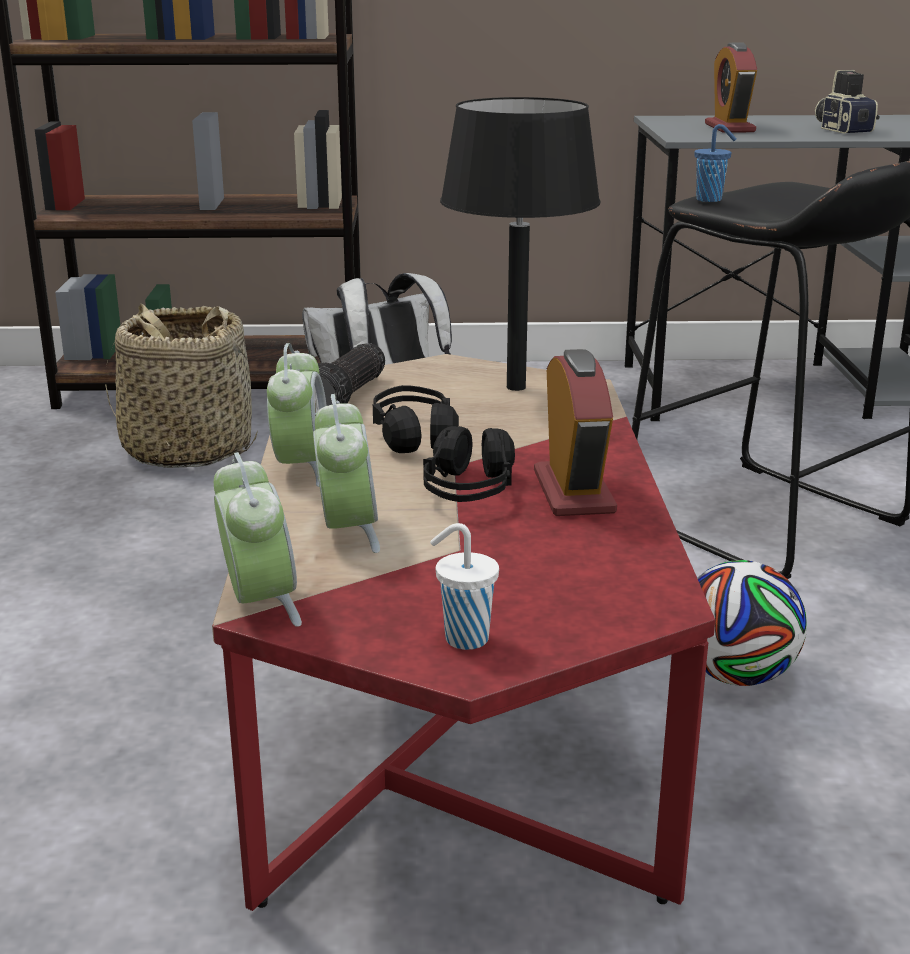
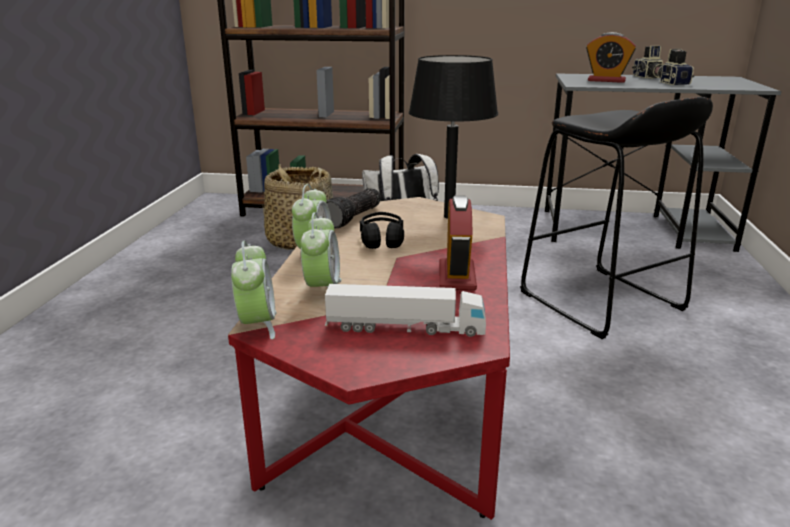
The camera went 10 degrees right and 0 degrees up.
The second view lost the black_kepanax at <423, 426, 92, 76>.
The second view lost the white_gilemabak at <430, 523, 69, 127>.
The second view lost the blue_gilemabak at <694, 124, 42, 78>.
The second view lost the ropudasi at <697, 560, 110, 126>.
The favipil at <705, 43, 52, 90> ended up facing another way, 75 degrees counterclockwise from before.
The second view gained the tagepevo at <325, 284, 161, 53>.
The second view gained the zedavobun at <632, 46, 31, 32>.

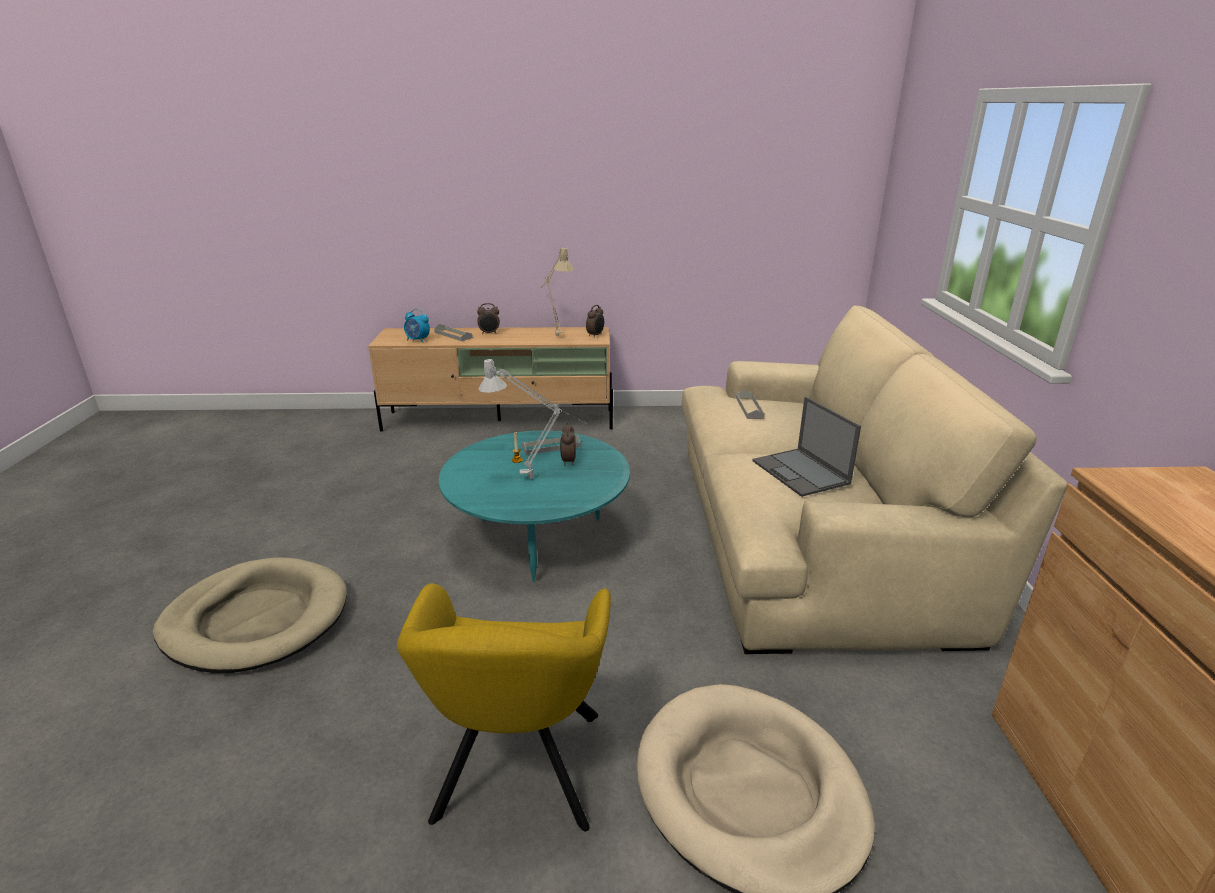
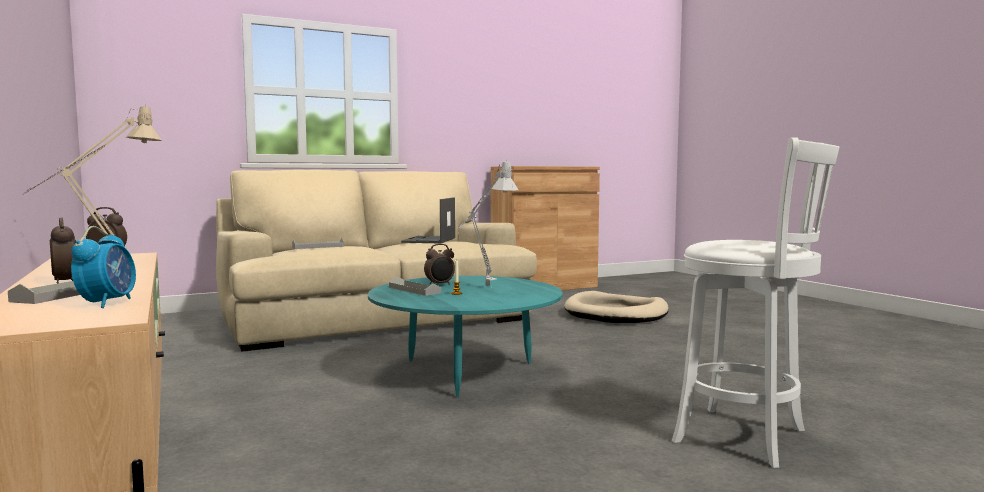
The camera went 115 degrees left and 20 degrees down.
Where the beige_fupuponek stood at <153, 558, 194, 115>, the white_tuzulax came to stand at <672, 138, 167, 330>.
The second view lost the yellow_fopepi at <397, 583, 214, 248>.
The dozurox at <752, 397, 109, 100> ended up facing another way, 150 degrees clockwise from before.

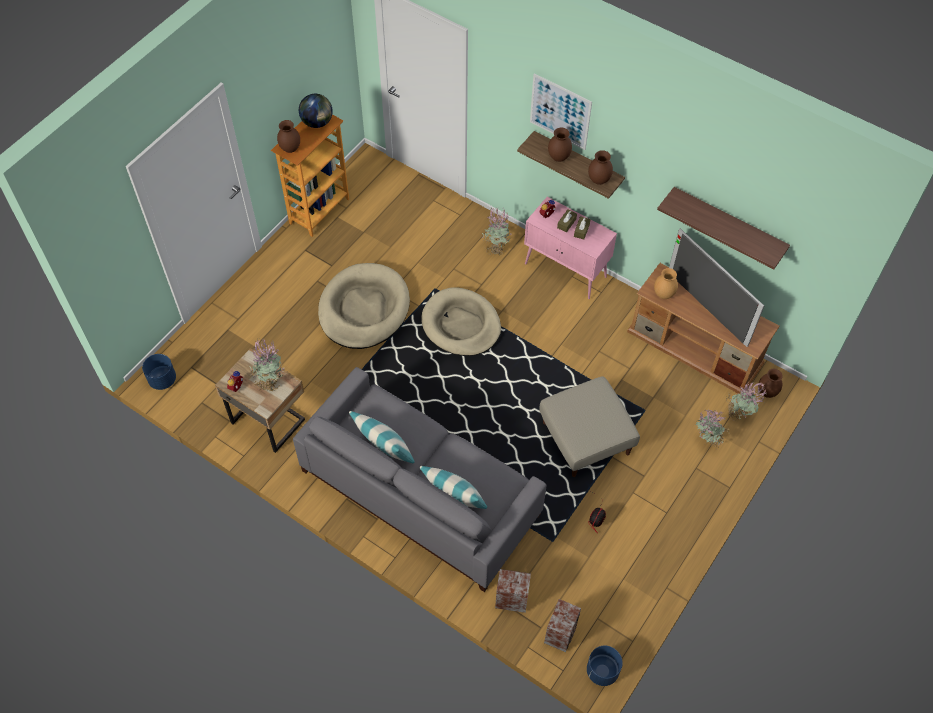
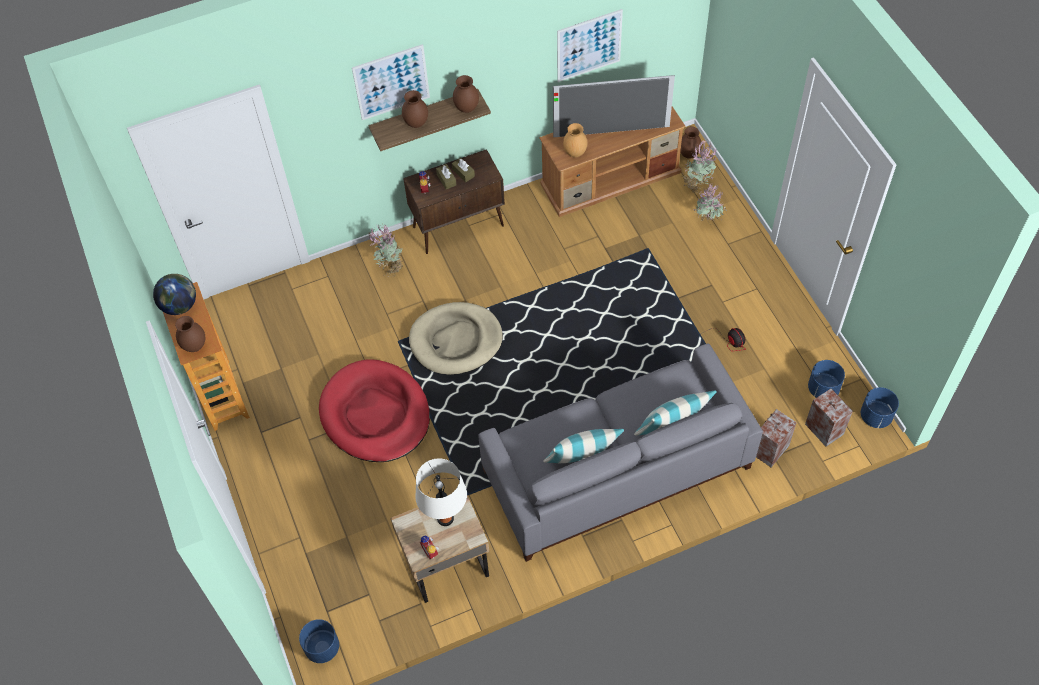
The camera went 55 degrees left and 0 degrees up.
Where the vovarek stood at <249, 340, 35, 51>, the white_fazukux came to stand at <416, 458, 51, 68>.
What was the beige_fupuponek at <318, 263, 92, 86> turned into the red_fupuponek at <319, 359, 111, 103>.
What was the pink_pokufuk at <524, 197, 93, 102> turned into the brown_pokufuk at <403, 149, 102, 105>.
The second view lost the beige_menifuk at <539, 376, 101, 101>.
Where the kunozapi hung at <657, 187, 133, 82>, the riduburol came to hang at <557, 9, 66, 73>.
The second view gained the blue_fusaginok at <808, 360, 37, 38>.

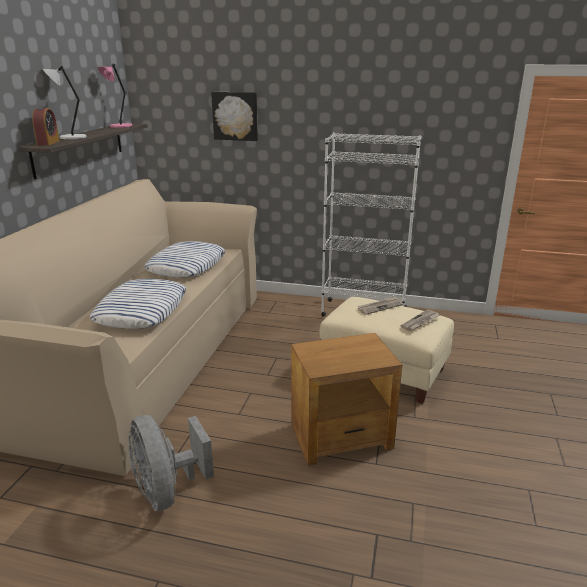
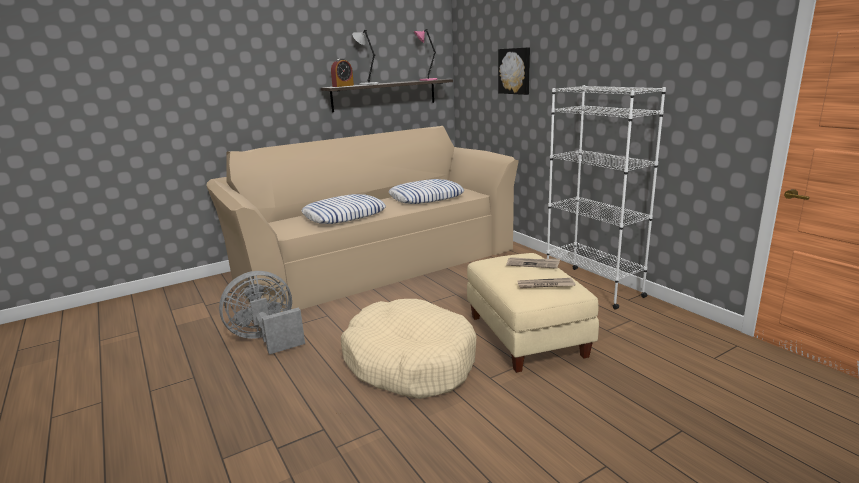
The camera went 45 degrees right and 5 degrees down.
The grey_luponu at <128, 415, 86, 96> ended up facing another way, 45 degrees clockwise from before.
Where the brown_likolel stood at <291, 333, 111, 132>, the beige_fupuponek came to stand at <341, 299, 136, 100>.

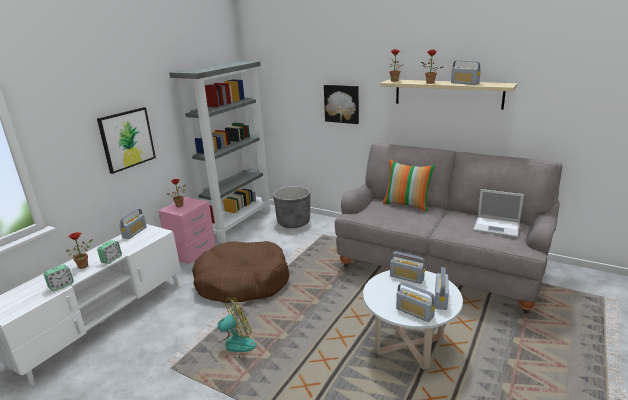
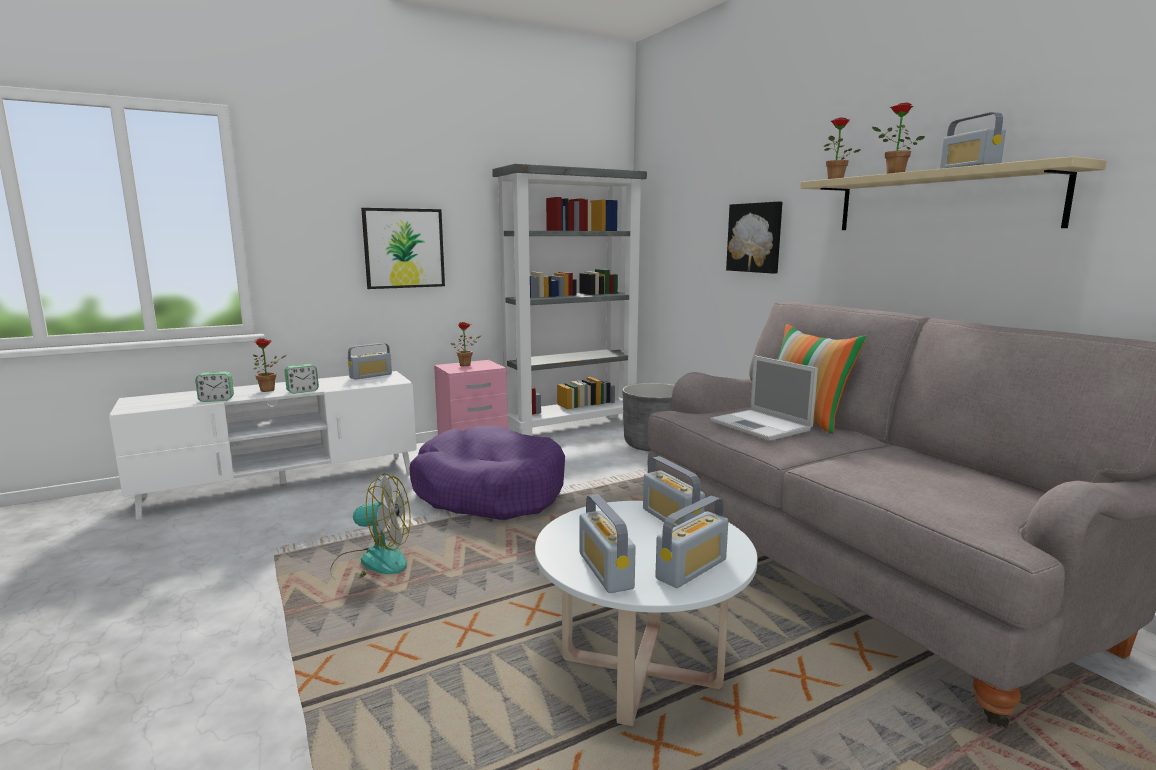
The camera went 30 degrees right and 10 degrees down.
What was the brown_fupuponek at <192, 241, 98, 62> turned into the purple_fupuponek at <410, 426, 155, 94>.
The dozurox ended up elsewhere, having gone from <473, 189, 51, 49> to <710, 355, 108, 86>.

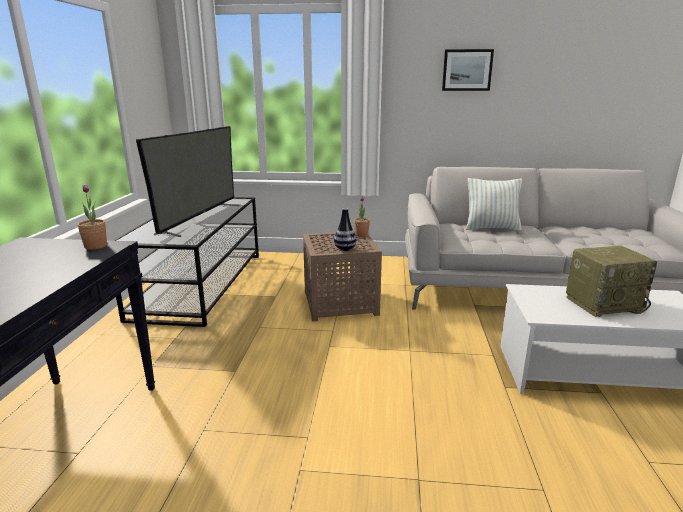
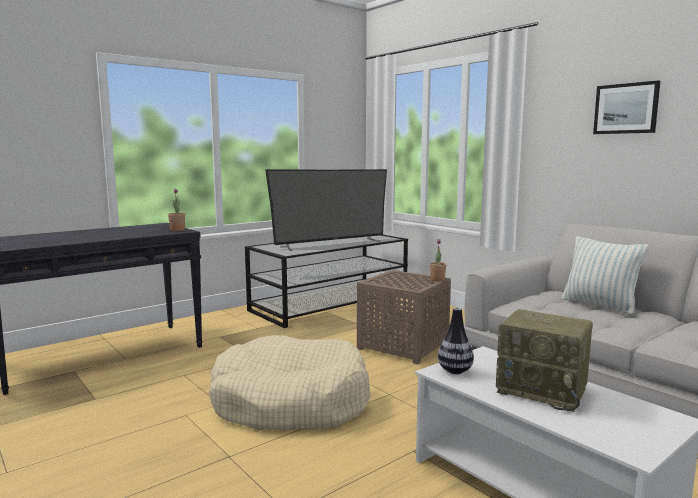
The camera went 45 degrees right and 10 degrees down.
The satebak ended up elsewhere, having gone from <334, 208, 22, 43> to <438, 307, 36, 67>.
The second view gained the beige_fupuponek at <209, 335, 162, 96>.

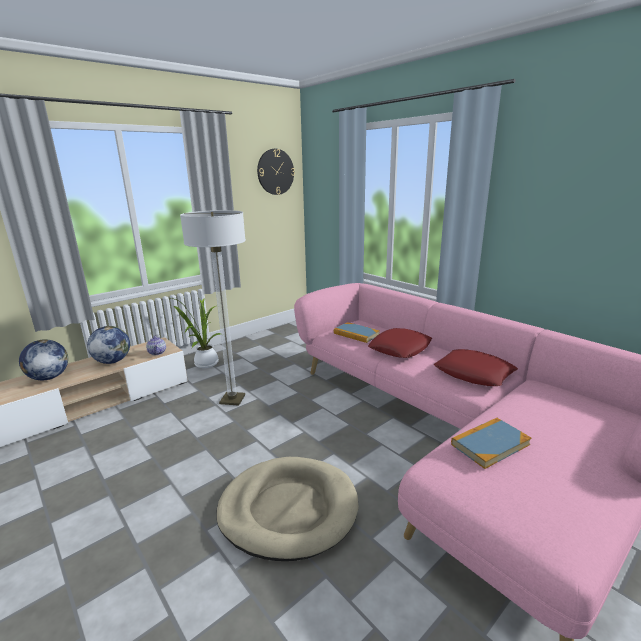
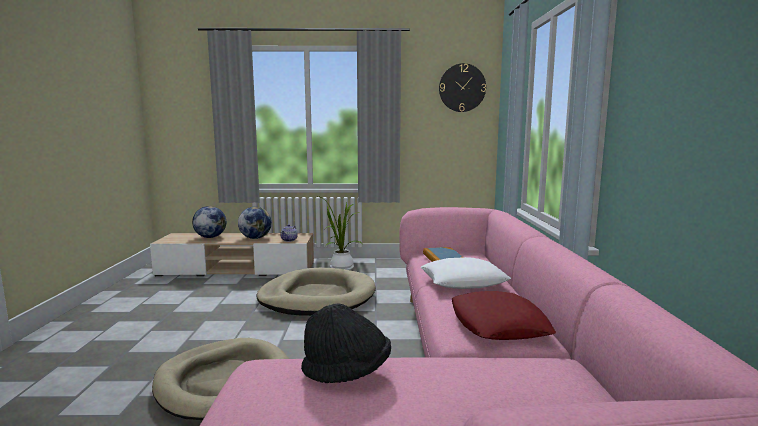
The camera went 40 degrees right and 10 degrees down.
Where the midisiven stood at <180, 210, 66, 195>, the beige_fupuponek came to stand at <257, 268, 119, 48>.
What was the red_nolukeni at <368, 328, 64, 30> turned into the white_nolukeni at <421, 257, 90, 32>.
Where the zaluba stood at <451, 418, 80, 51>, the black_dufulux came to stand at <301, 304, 90, 79>.

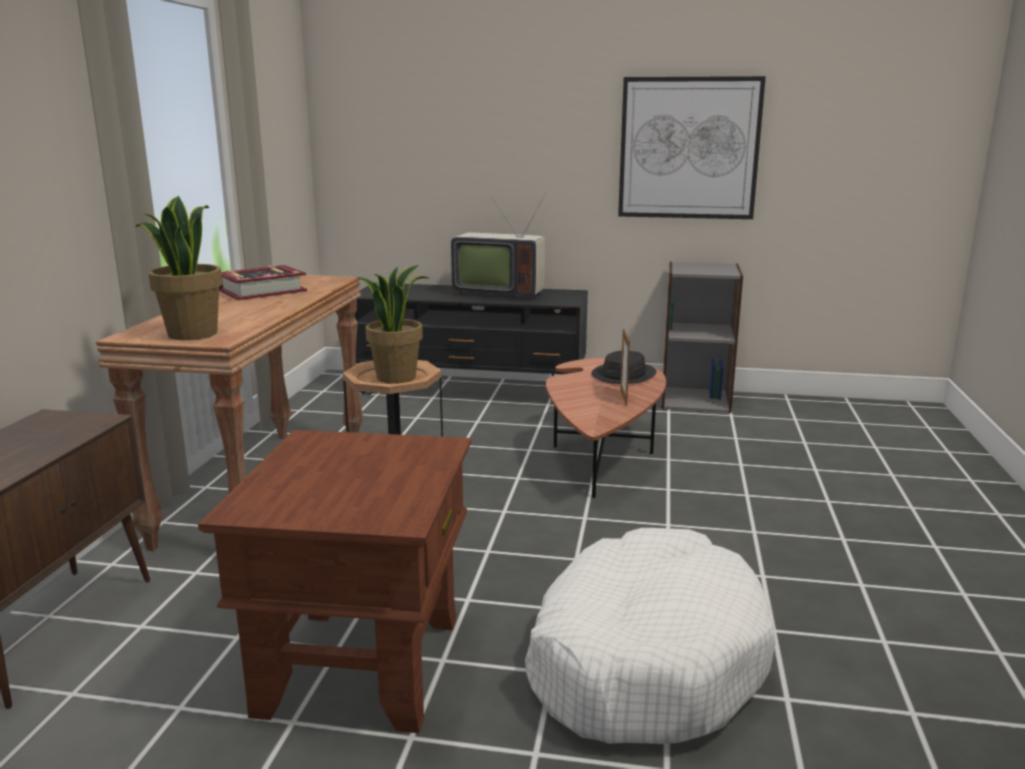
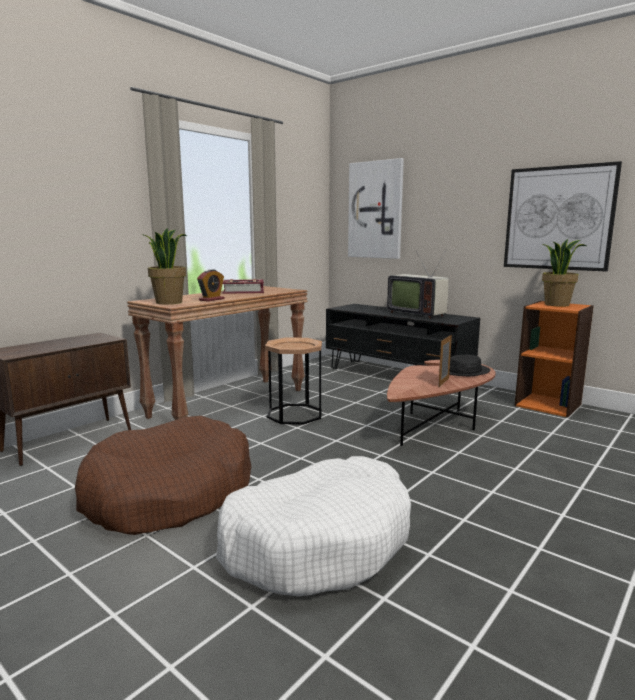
The camera went 30 degrees right and 5 degrees down.
Where the brown_likolel stood at <198, 430, 273, 303>, the brown_fupuponek came to stand at <75, 416, 177, 119>.
The vovarek ended up elsewhere, having gone from <357, 265, 71, 119> to <542, 239, 45, 68>.
What was the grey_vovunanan at <661, 262, 82, 151> turned into the orange_vovunanan at <515, 301, 79, 117>.
The second view gained the favipil at <197, 269, 27, 32>.
The second view gained the riduburol at <348, 158, 56, 101>.

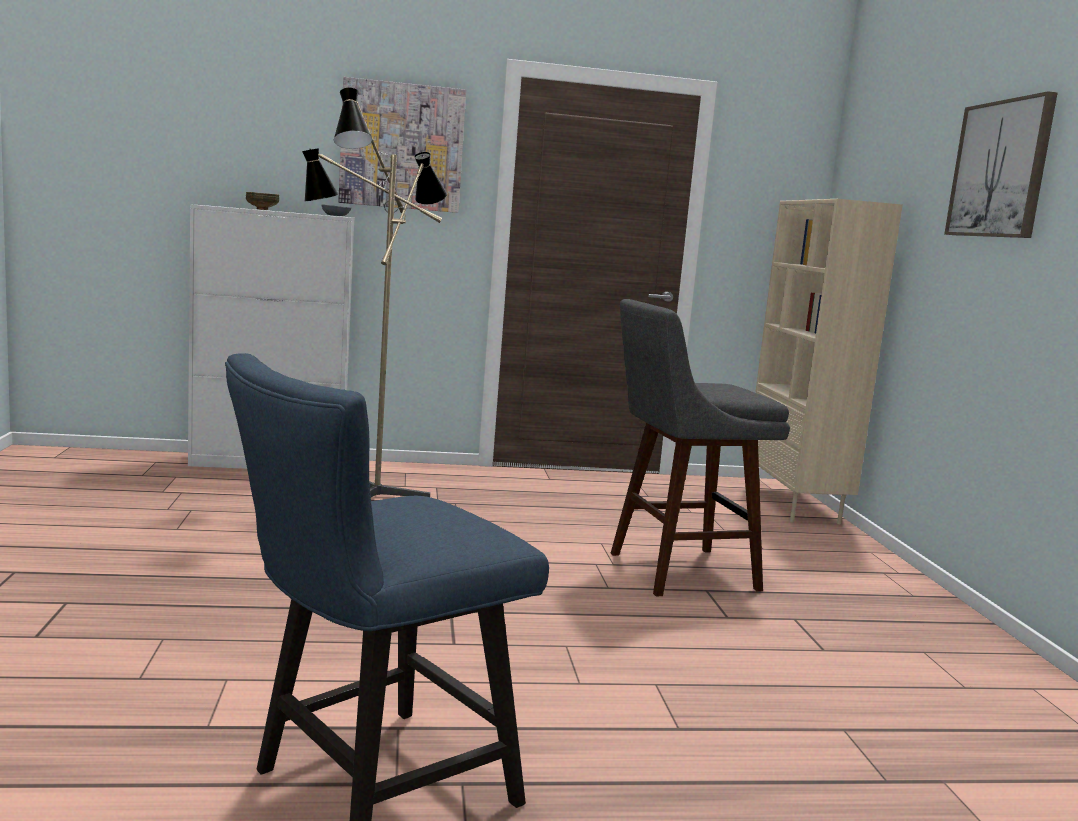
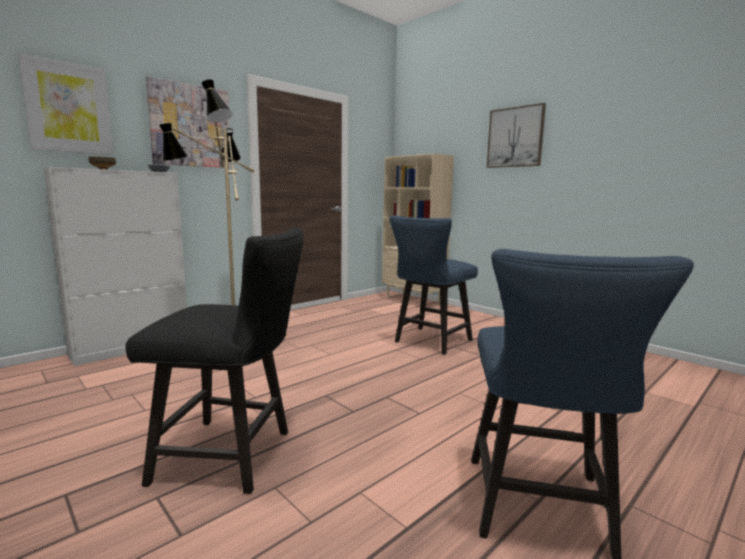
The camera went 35 degrees left and 0 degrees up.
Where the grey_tuzulax stood at <611, 299, 179, 298>, the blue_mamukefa came to stand at <389, 215, 89, 140>.
The second view gained the riduburol at <19, 53, 94, 102>.
The second view gained the black_mamukefa at <126, 227, 178, 267>.

